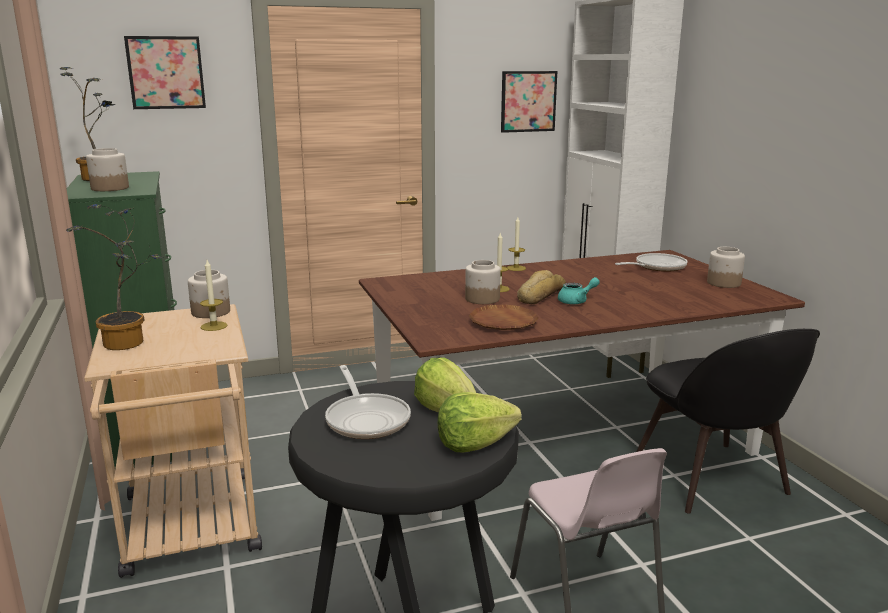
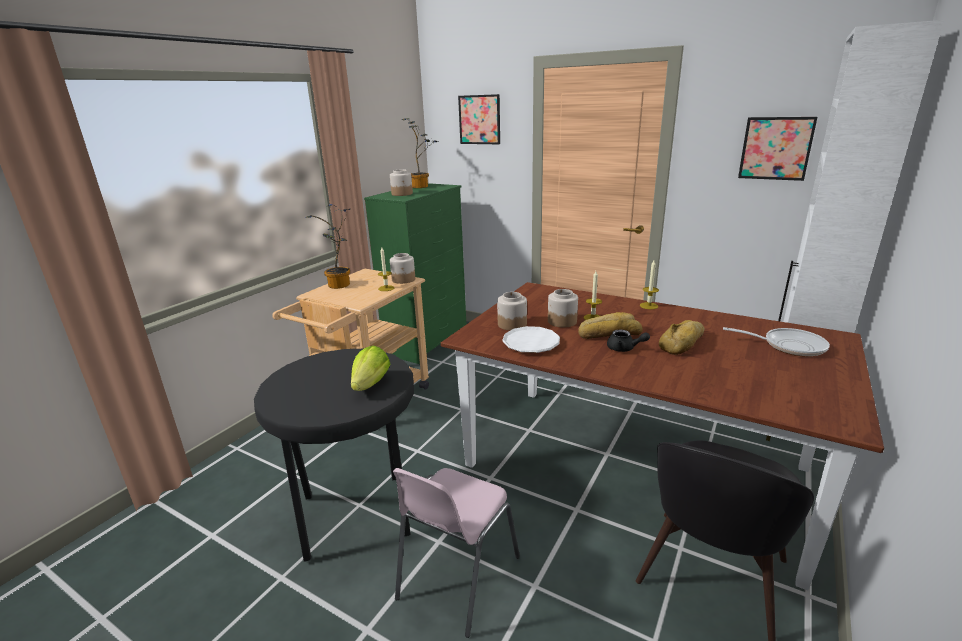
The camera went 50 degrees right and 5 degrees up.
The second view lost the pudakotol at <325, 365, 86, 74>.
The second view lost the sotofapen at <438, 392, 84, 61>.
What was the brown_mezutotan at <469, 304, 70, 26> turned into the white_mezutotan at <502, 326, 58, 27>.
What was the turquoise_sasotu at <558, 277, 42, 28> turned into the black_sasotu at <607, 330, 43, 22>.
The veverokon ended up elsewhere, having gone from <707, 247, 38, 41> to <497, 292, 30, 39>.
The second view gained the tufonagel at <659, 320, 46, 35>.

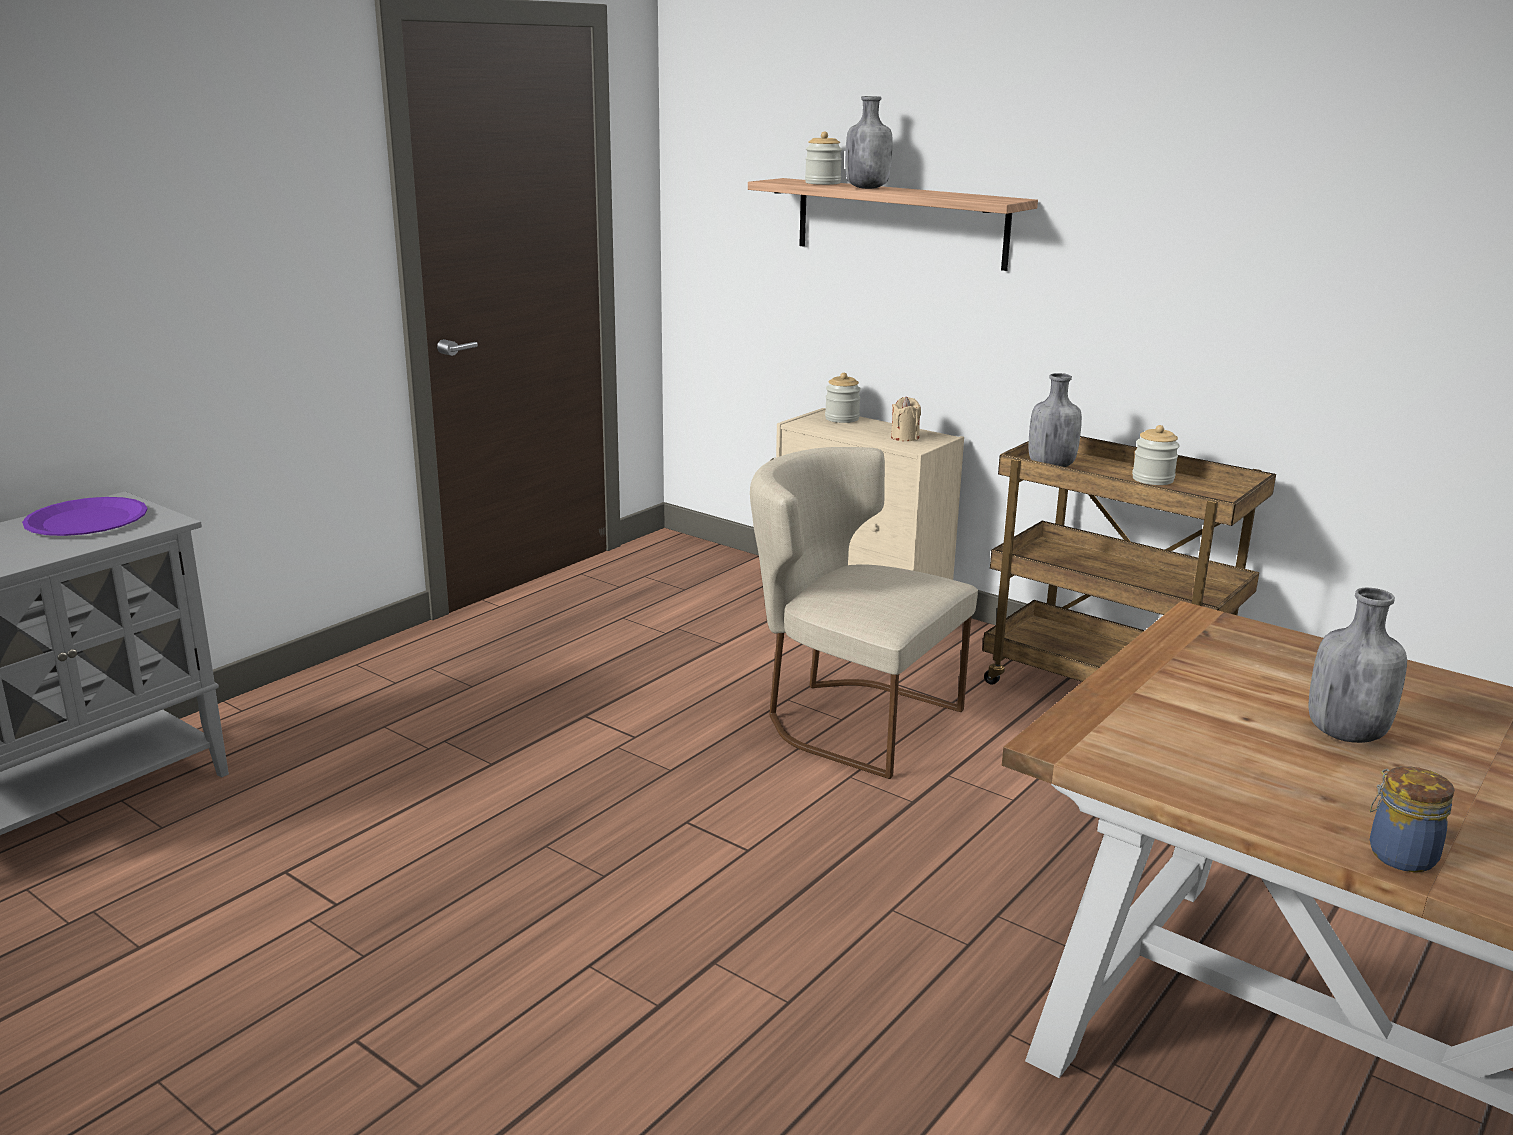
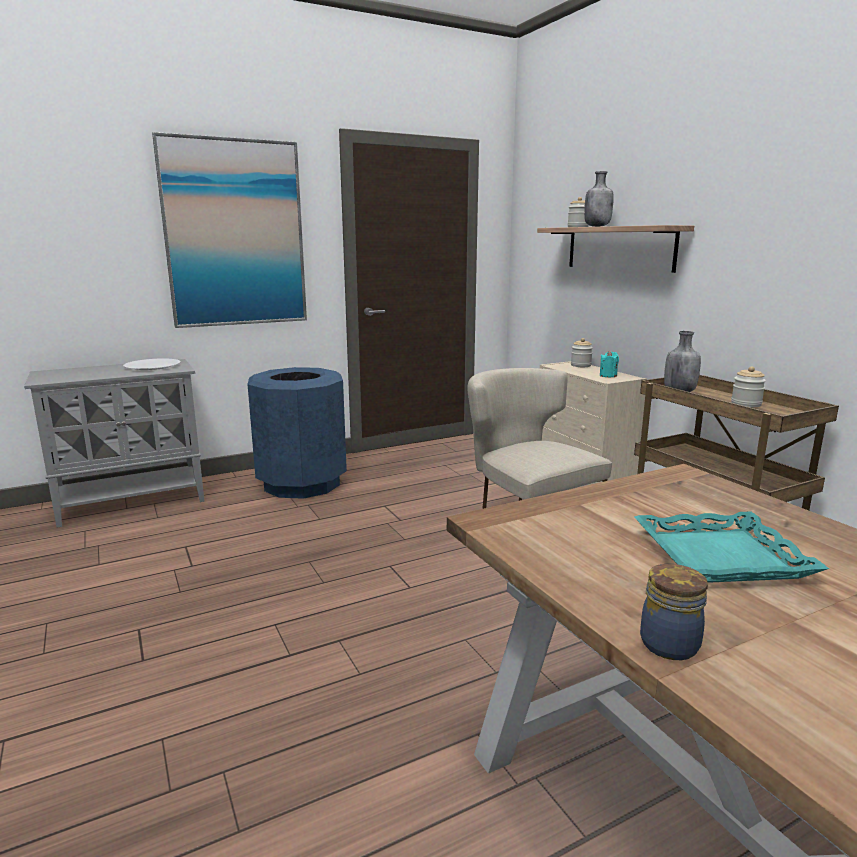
The camera went 25 degrees right and 5 degrees down.
What was the purple_mezutotan at <22, 497, 126, 39> turned into the white_mezutotan at <123, 358, 58, 12>.
What was the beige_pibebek at <891, 397, 30, 44> turned into the turquoise_pibebek at <600, 351, 19, 26>.
Where the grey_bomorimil stood at <1309, 588, 98, 155>, the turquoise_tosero came to stand at <634, 511, 195, 72>.
The second view gained the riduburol at <152, 132, 155, 196>.
The second view gained the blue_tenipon at <248, 367, 99, 132>.

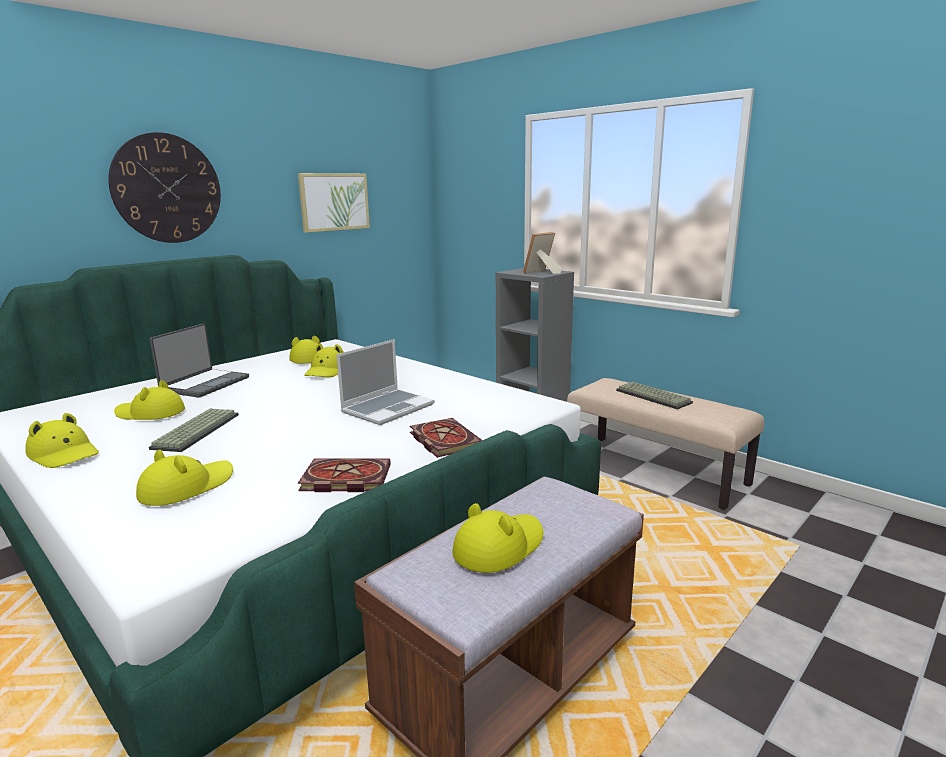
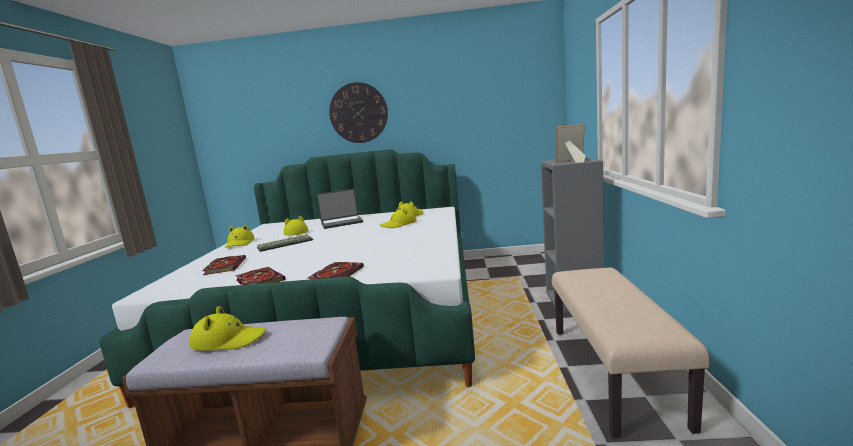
The camera went 50 degrees right and 5 degrees down.
Where the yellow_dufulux stood at <136, 449, 97, 57>, the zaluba came to stand at <202, 255, 44, 20>.
The second view lost the riduburol at <298, 173, 72, 60>.
The second view lost the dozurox at <336, 339, 99, 86>.
The second view lost the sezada at <616, 382, 77, 27>.

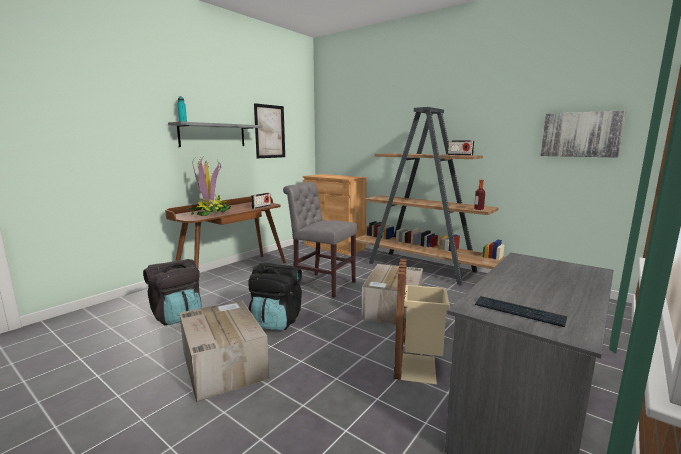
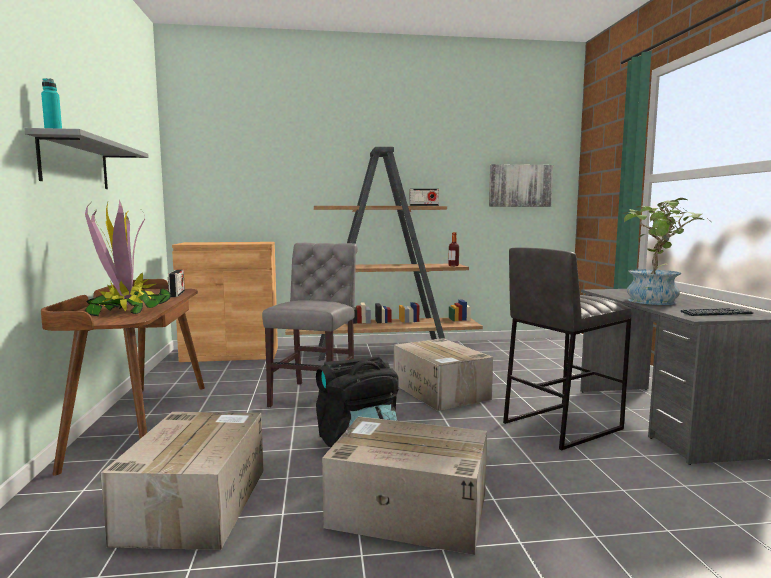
The camera went 45 degrees left and 5 degrees down.
Where the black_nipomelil stood at <143, 259, 59, 67>, the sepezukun came to stand at <101, 412, 163, 138>.
The second view lost the riduburol at <254, 103, 31, 55>.
The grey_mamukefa at <283, 182, 74, 116> ended up facing another way, 120 degrees clockwise from before.
Where the beige_tenipon stood at <394, 259, 56, 125>, the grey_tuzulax came to stand at <503, 248, 129, 203>.
The second view gained the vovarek at <623, 198, 86, 107>.

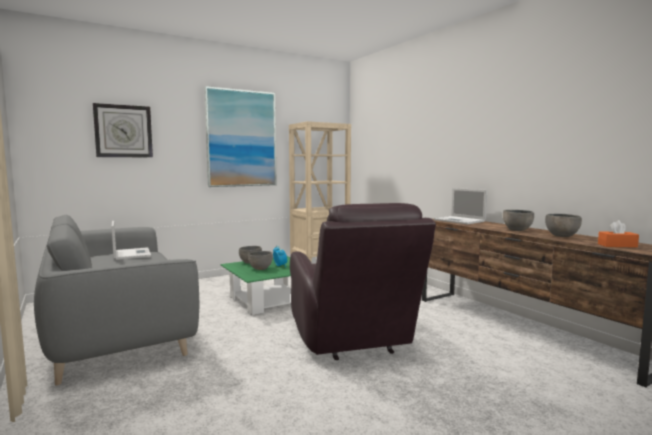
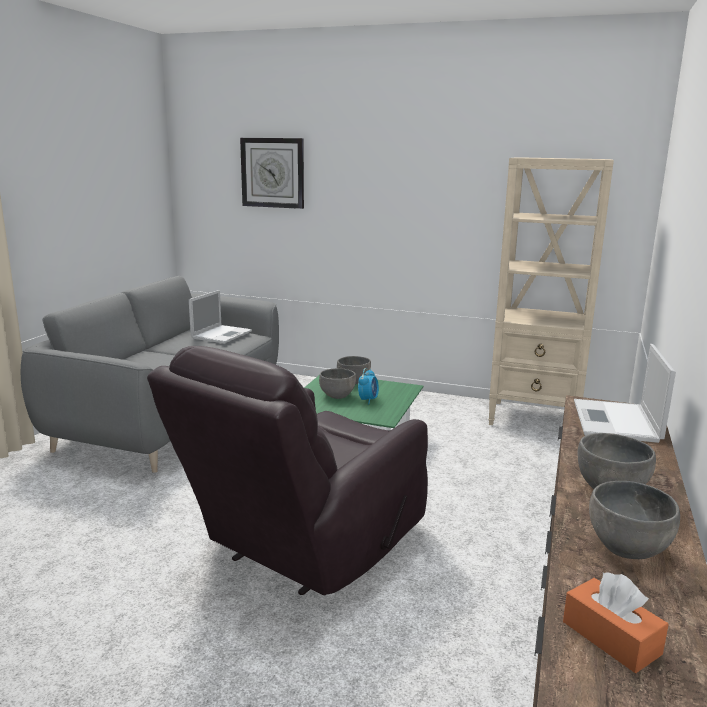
The camera went 50 degrees right and 10 degrees up.
The second view lost the riduburol at <204, 86, 73, 101>.

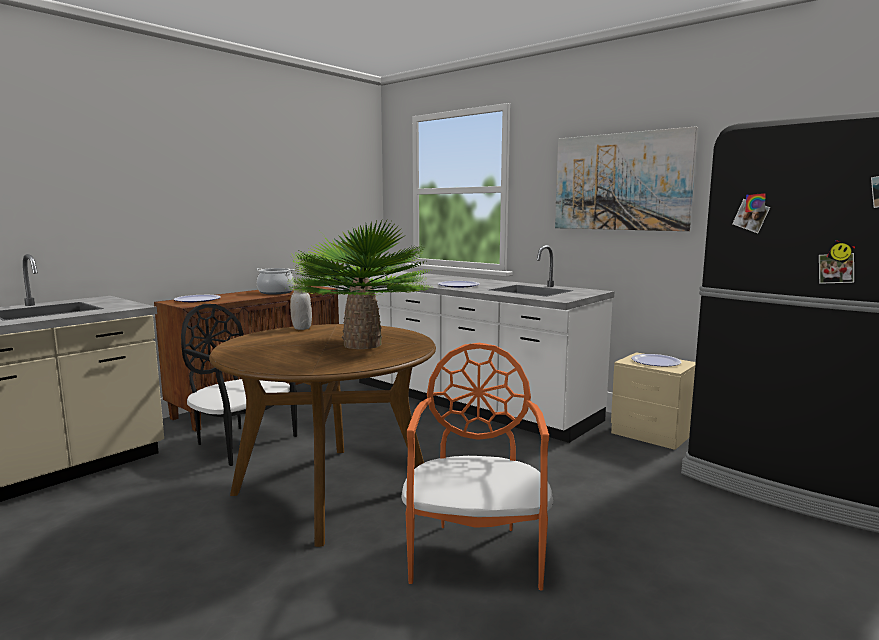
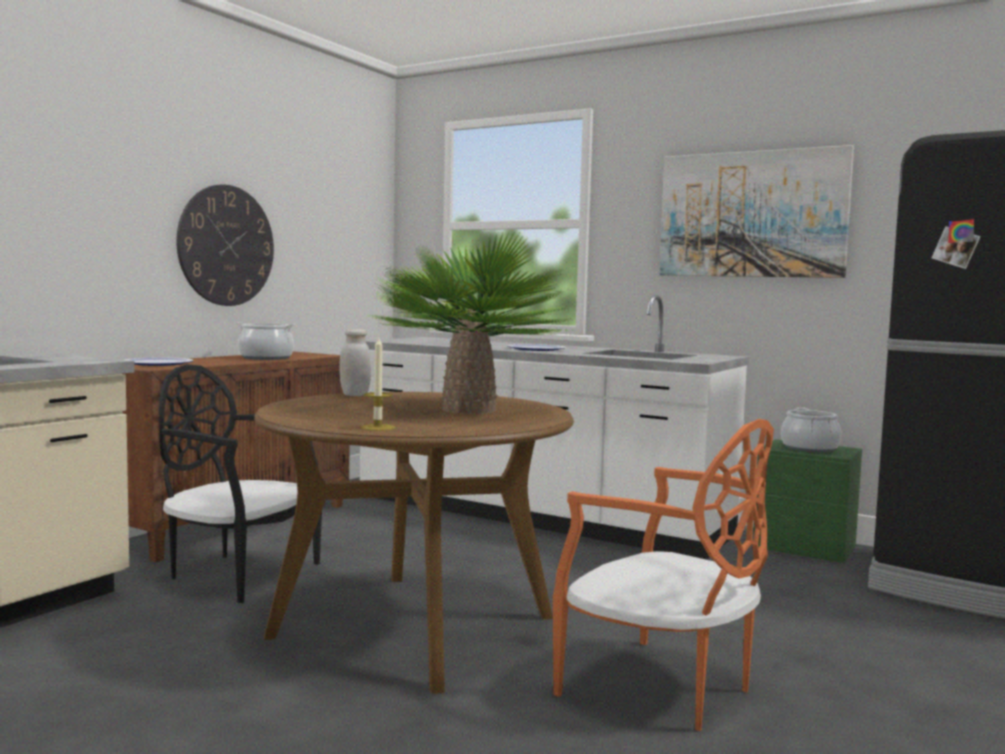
The camera went 10 degrees left and 5 degrees down.
The orange_mamukefa at <401, 343, 152, 247> ended up facing another way, 135 degrees clockwise from before.
What was the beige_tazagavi at <611, 352, 85, 98> turned into the green_tazagavi at <753, 439, 109, 124>.
Where the mezutotan stood at <631, 354, 51, 12>, the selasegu came to stand at <781, 408, 60, 44>.
The second view gained the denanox at <176, 185, 98, 121>.
The second view gained the pibebek at <360, 337, 35, 94>.

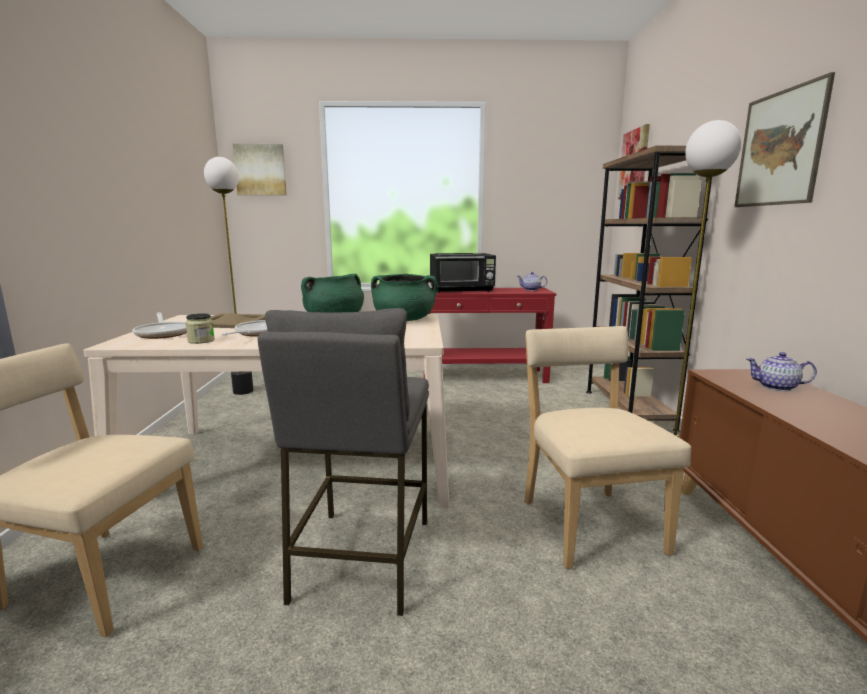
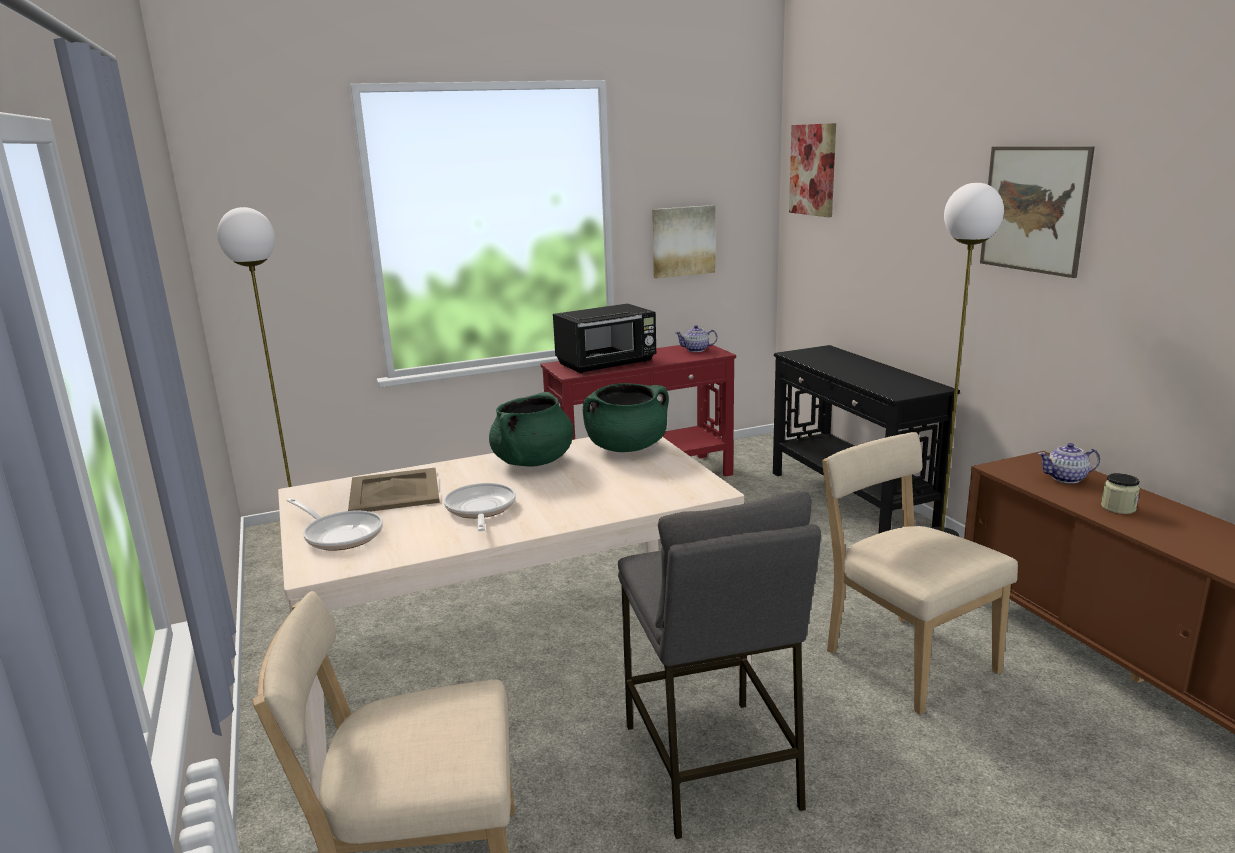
The camera went 20 degrees left and 5 degrees up.
The veverokon ended up elsewhere, having gone from <185, 313, 30, 31> to <1101, 473, 39, 41>.
The riduburol ended up elsewhere, having gone from <233, 144, 54, 51> to <652, 205, 64, 74>.
Where the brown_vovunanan stood at <586, 146, 126, 286>, the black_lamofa came to stand at <773, 345, 187, 189>.

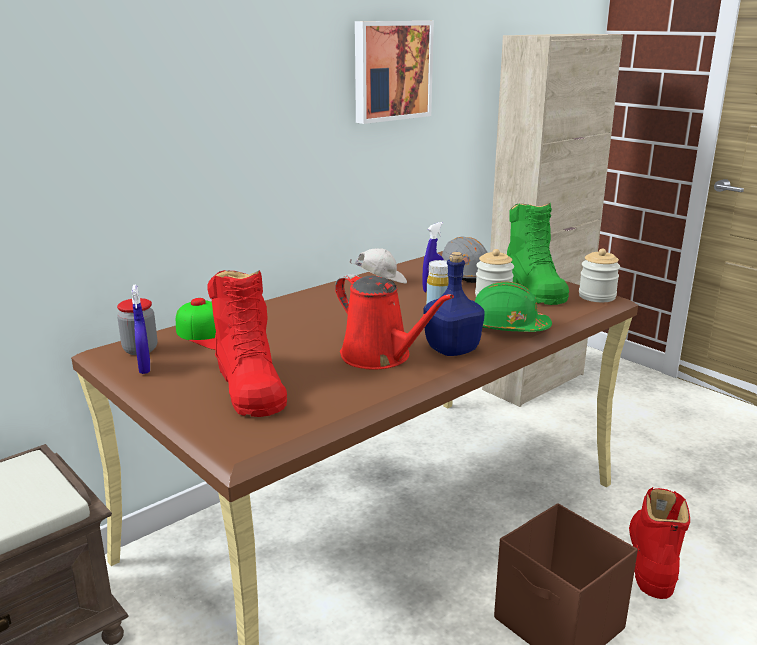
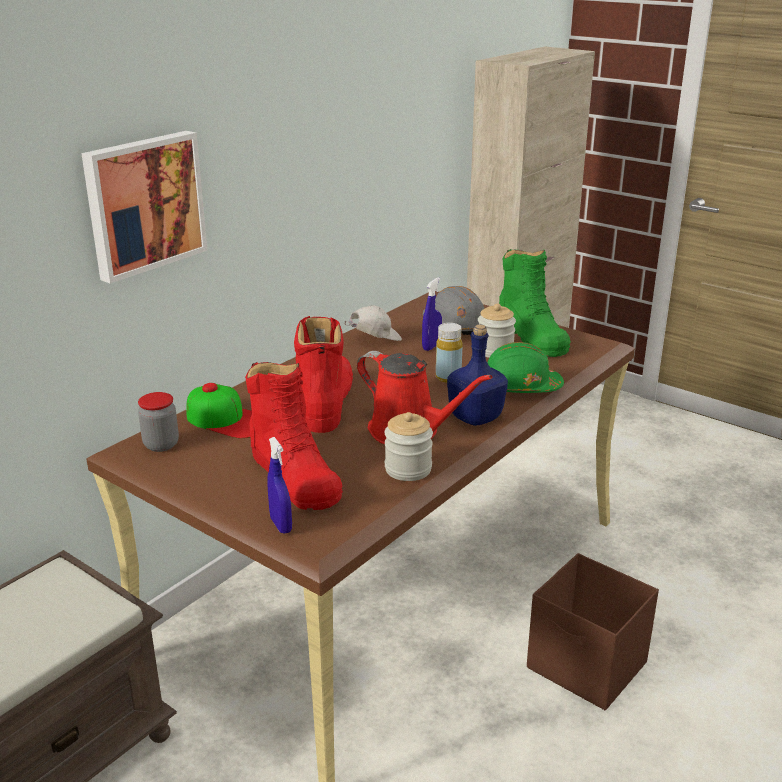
The camera went 10 degrees left and 5 degrees up.
The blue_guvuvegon ended up elsewhere, having gone from <132, 284, 18, 90> to <268, 437, 24, 96>.
The riduburol ended up elsewhere, having gone from <355, 21, 79, 103> to <81, 131, 127, 153>.
The veverokon ended up elsewhere, having gone from <579, 249, 41, 53> to <384, 412, 49, 69>.
The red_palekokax ended up elsewhere, having gone from <629, 487, 61, 112> to <294, 316, 59, 117>.

